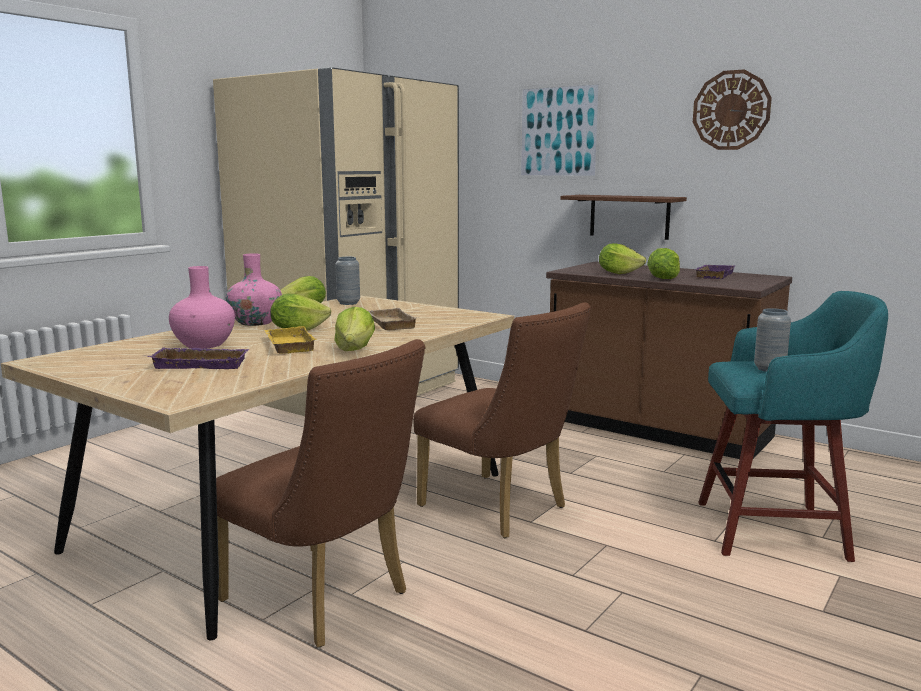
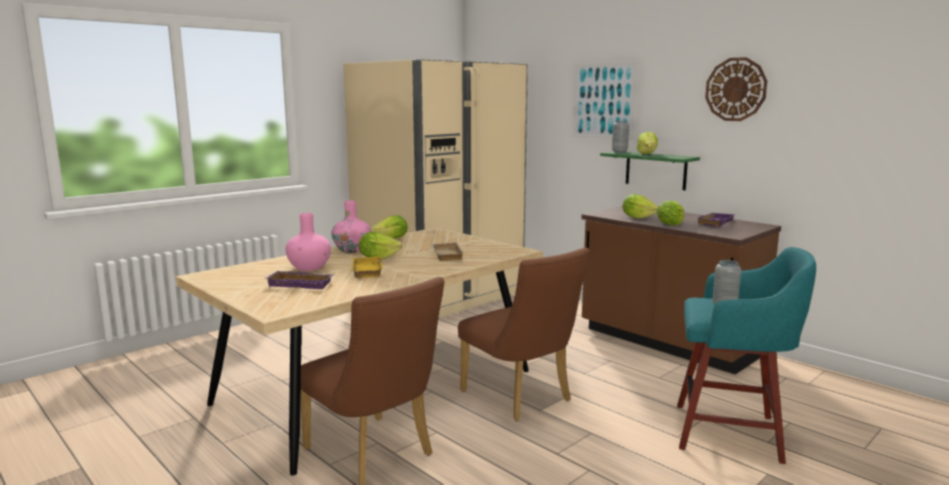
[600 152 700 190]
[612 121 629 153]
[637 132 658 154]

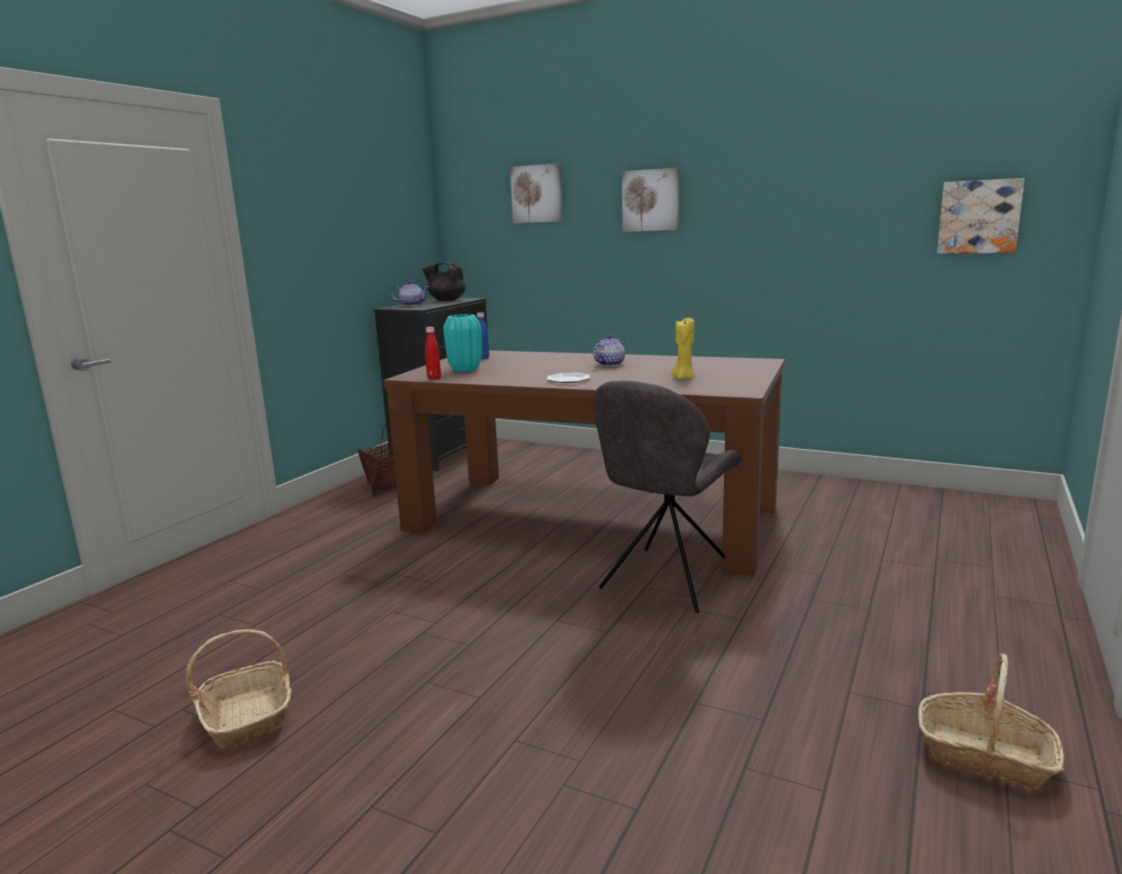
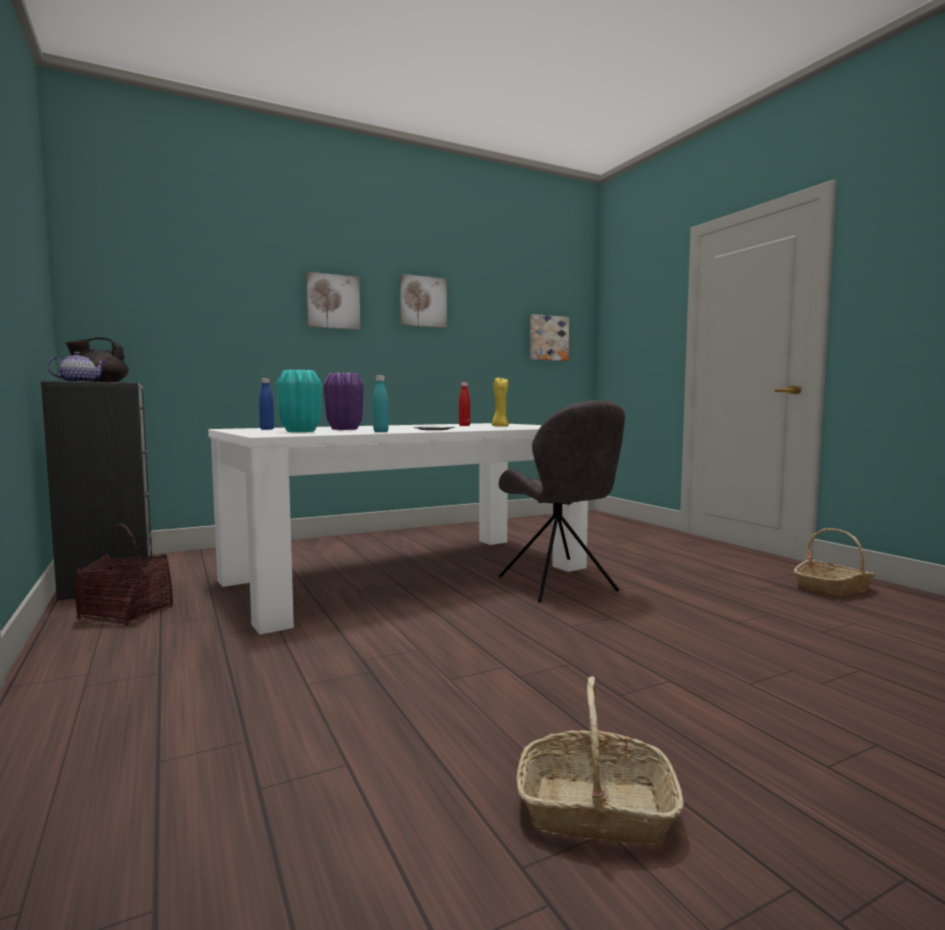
[400 274 447 328]
[459 382 470 426]
[593 335 625 366] (first image)
[208 423 588 635]
[324 373 364 430]
[373 375 389 432]

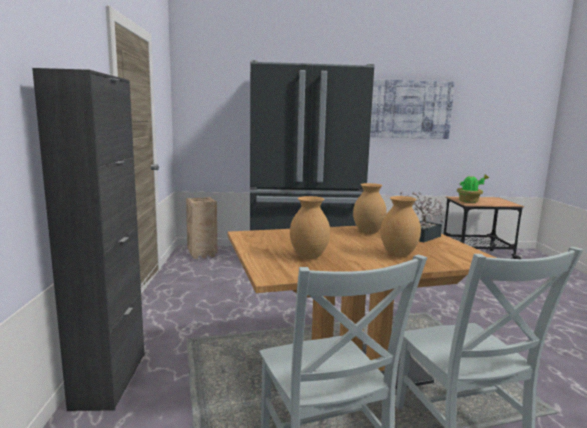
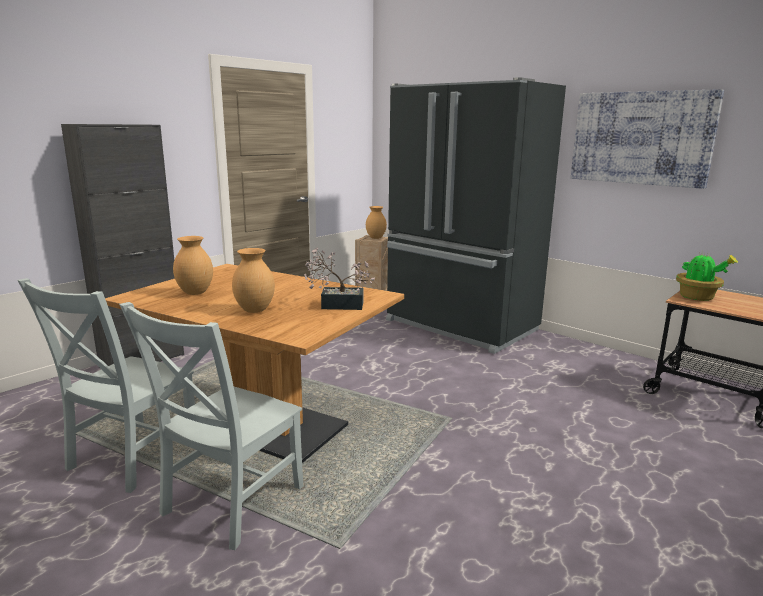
[366 206 387 239]

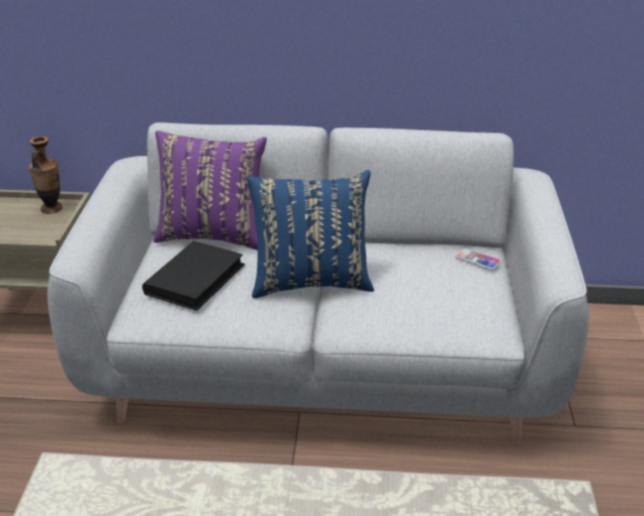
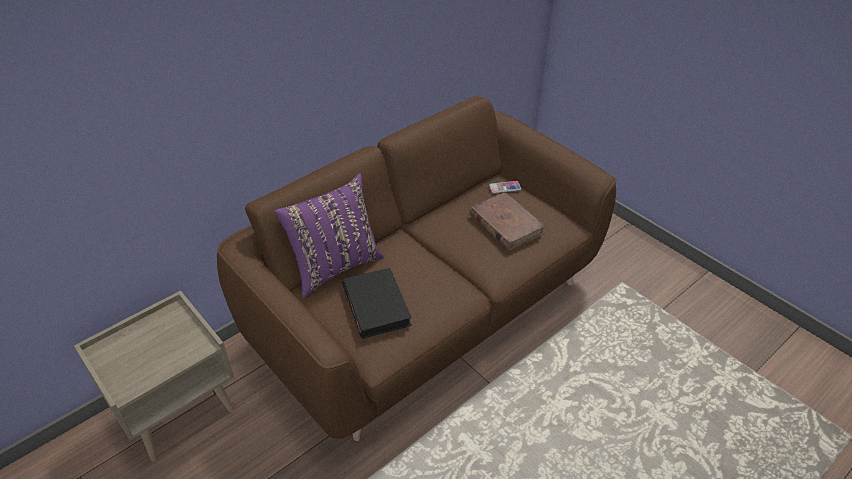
[217 96 616 441]
[29 136 63 214] (first image)
[247 170 374 298] (first image)
[470 192 546 251]

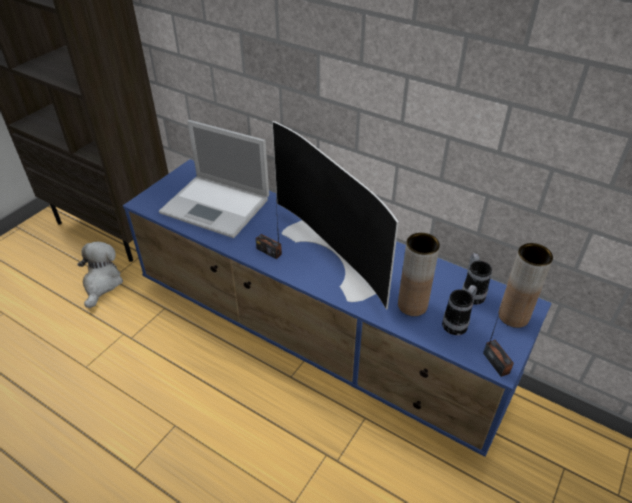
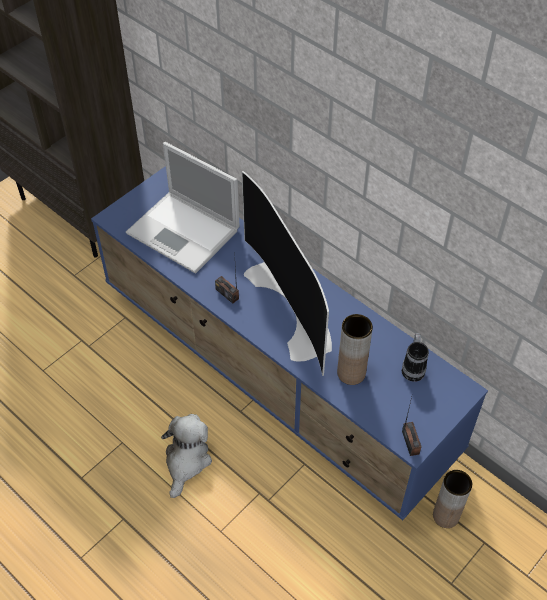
[161 414 212 498]
[433 470 472 528]
[442 285 477 335] (first image)

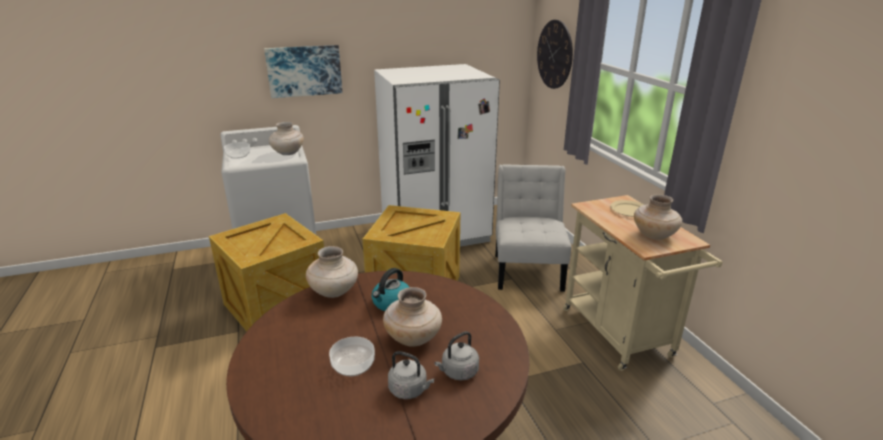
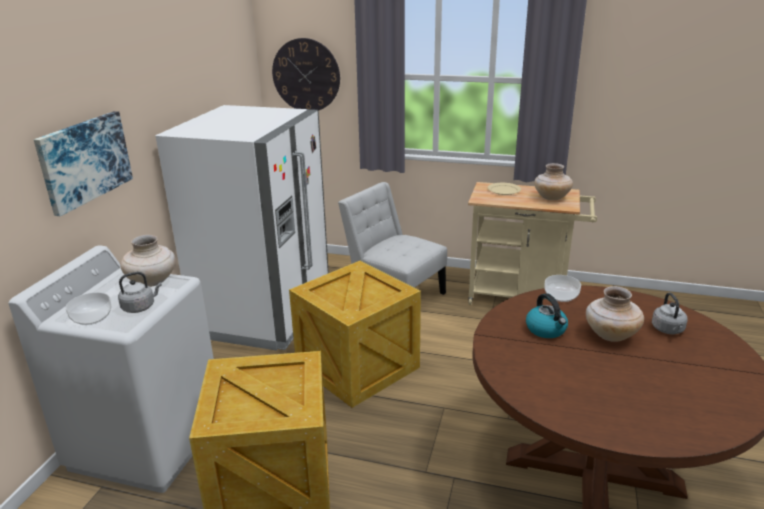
[306 246 358 298] (first image)
[544 275 581 302]
[118 272 162 313]

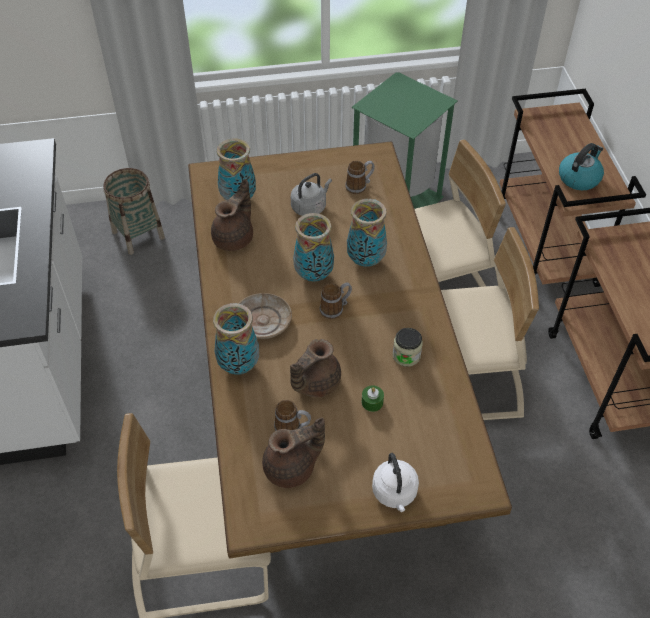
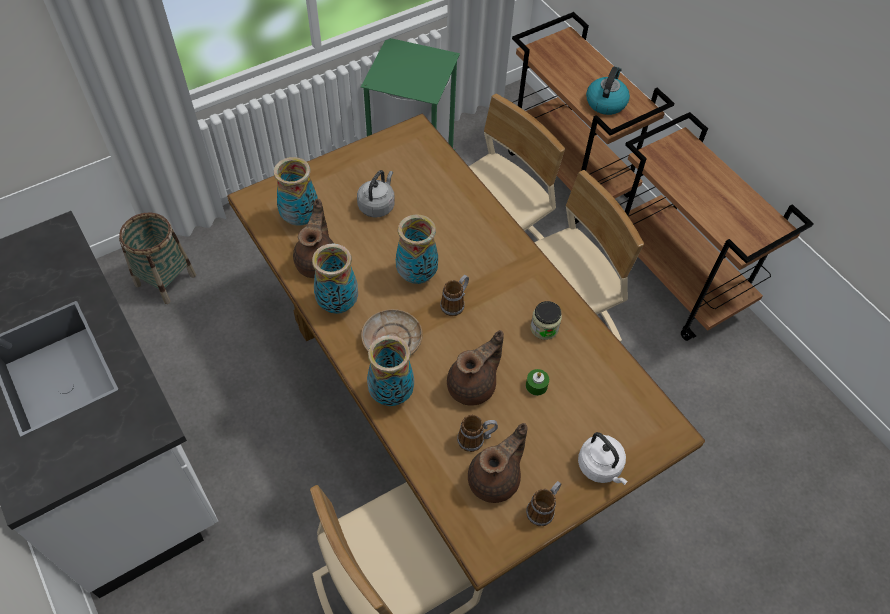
[526 481 561 526]
[312 243 358 314]
[447 330 504 406]

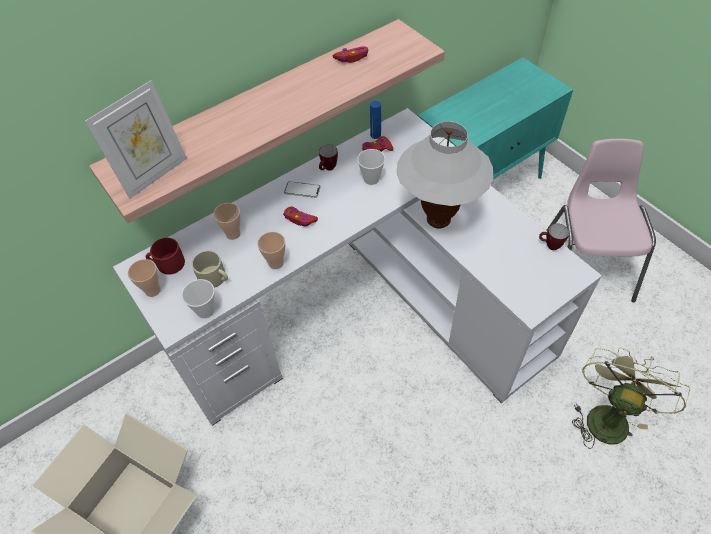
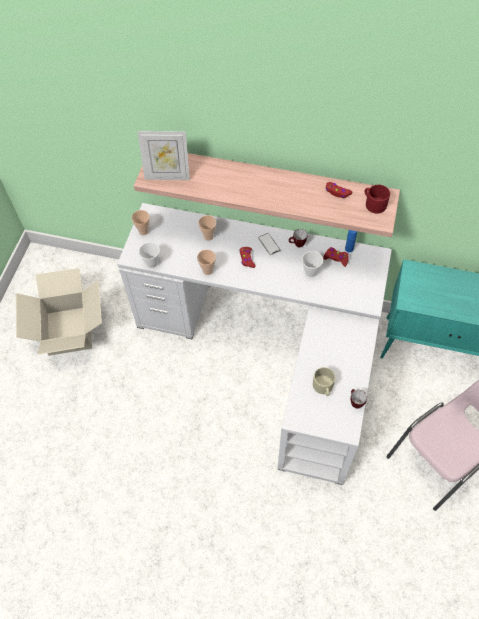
[396 121 493 228] (first image)
[365 185 390 214]
[313 367 335 396]
[572 347 690 449] (first image)

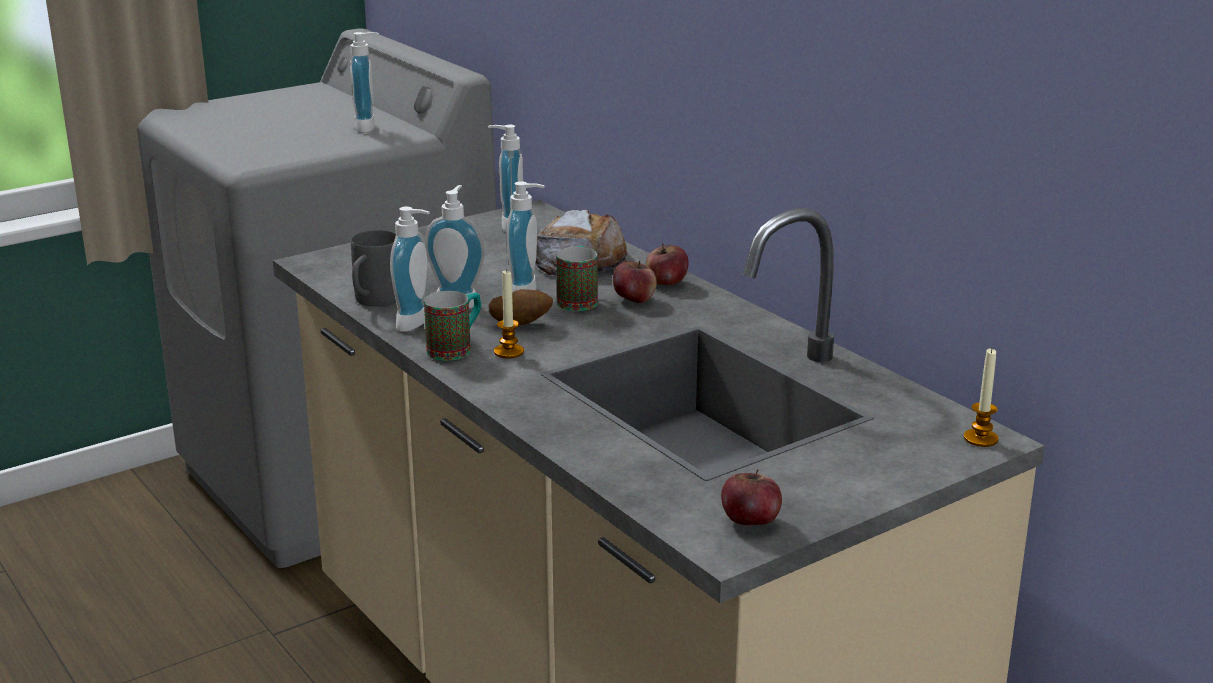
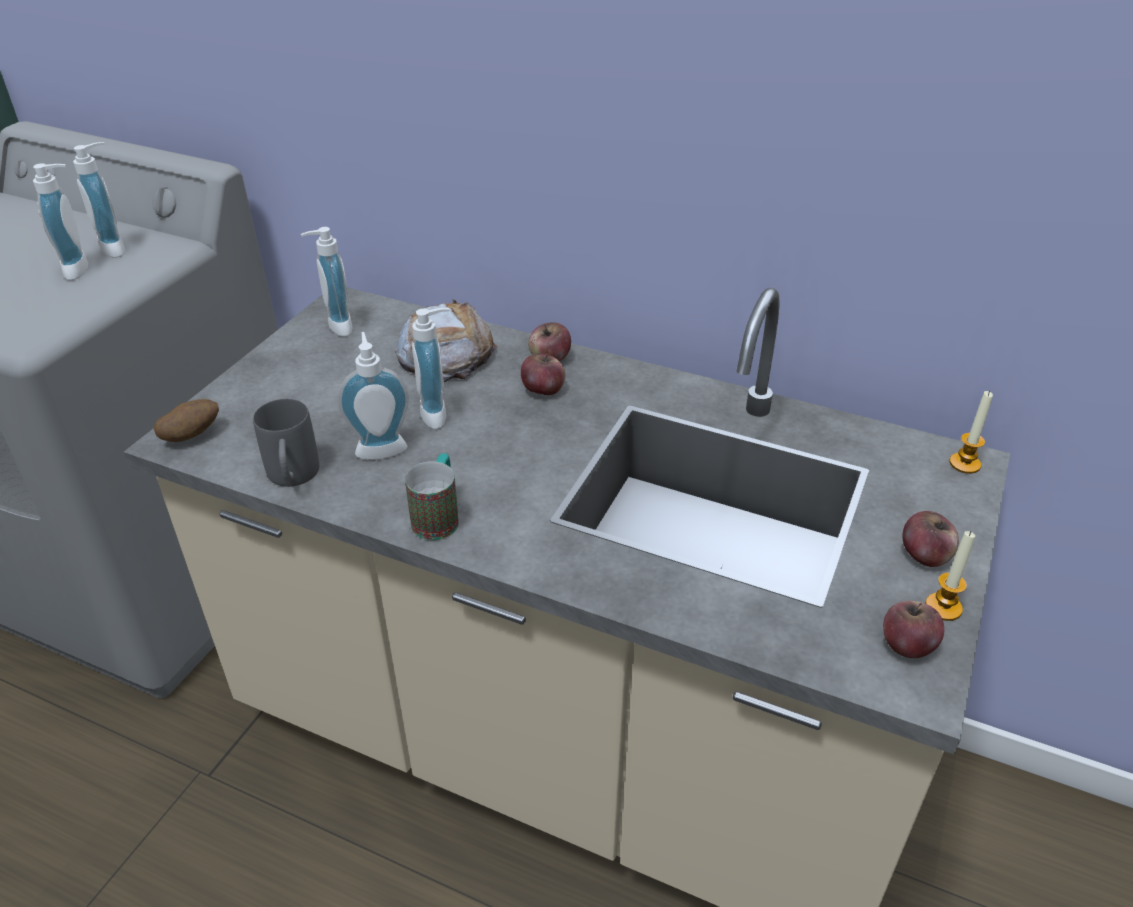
[33 163 88 280]
[556 246 598 311] (first image)
[925 531 975 621]
[153 399 219 442]
[902 511 959 567]

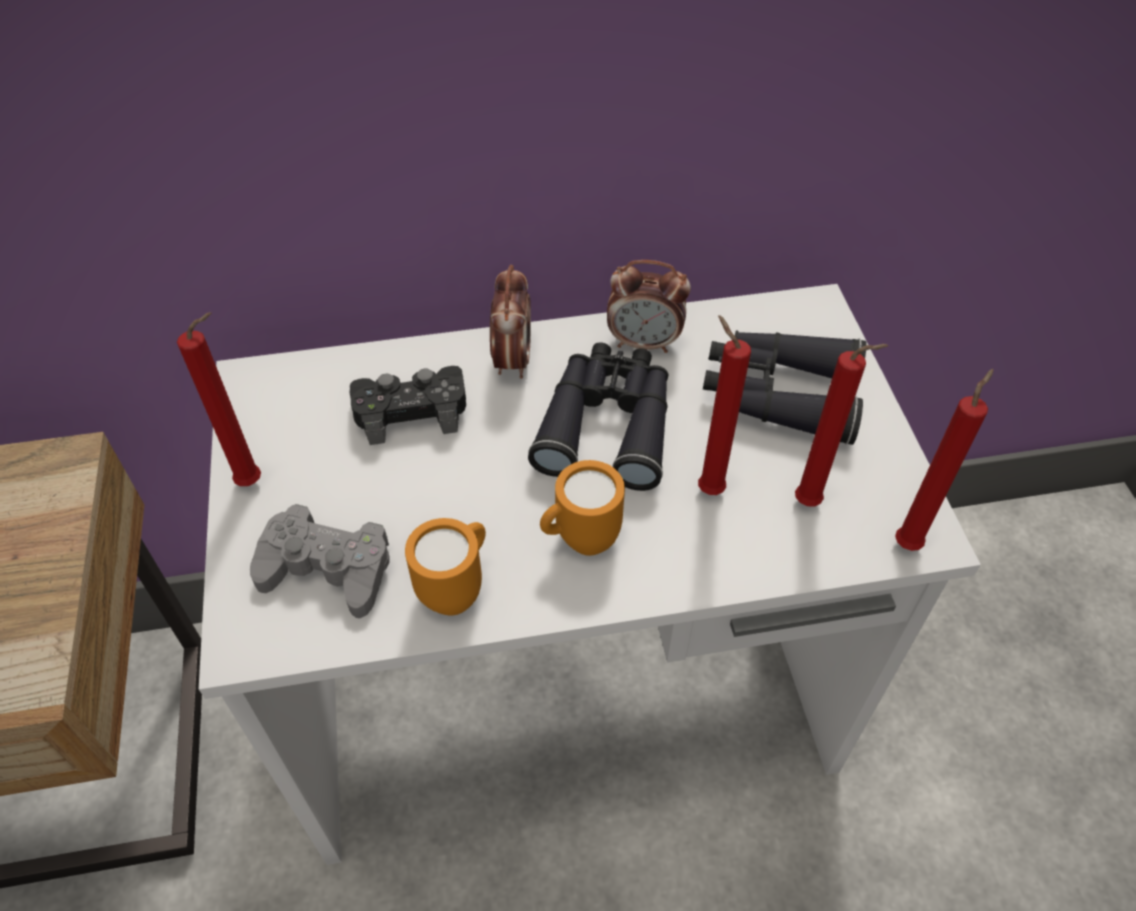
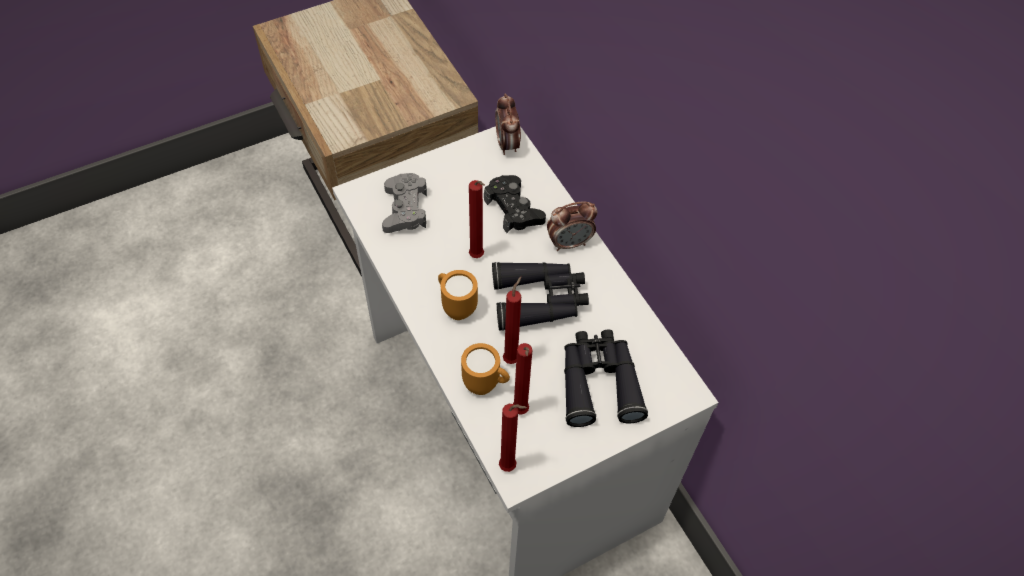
[495 93 521 155]
[469 180 485 258]
[461 343 510 395]

